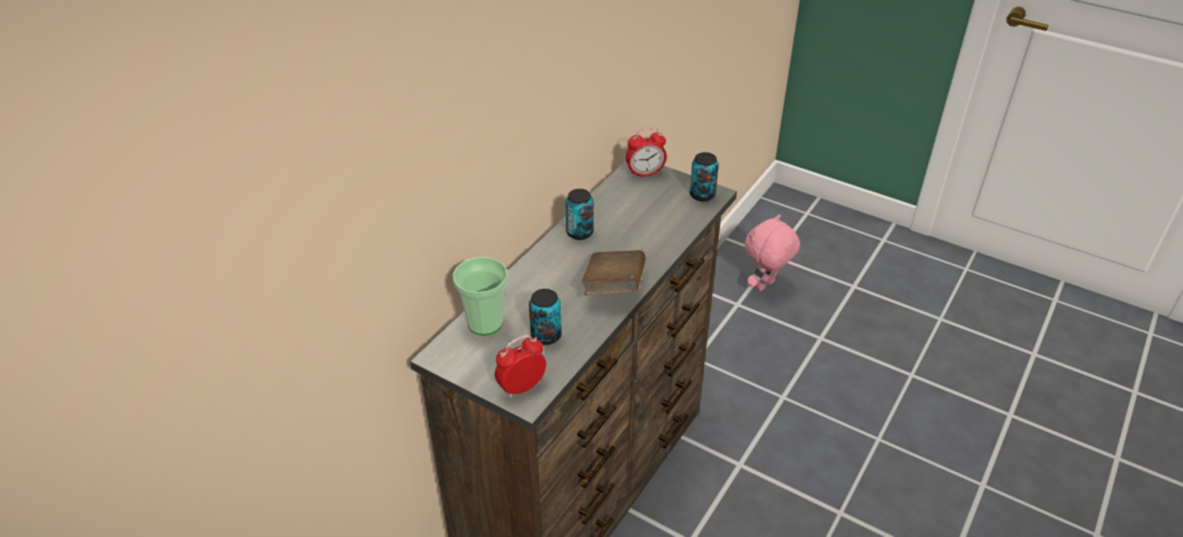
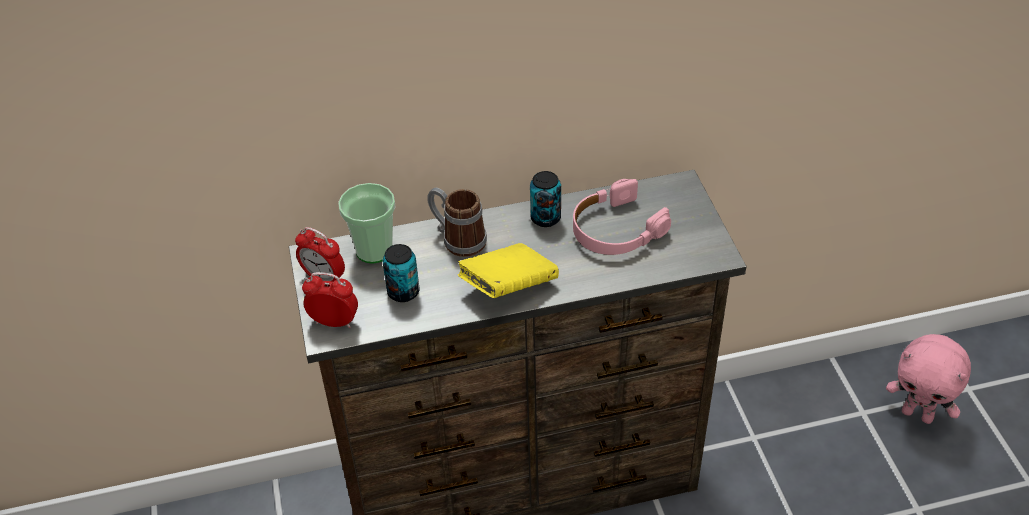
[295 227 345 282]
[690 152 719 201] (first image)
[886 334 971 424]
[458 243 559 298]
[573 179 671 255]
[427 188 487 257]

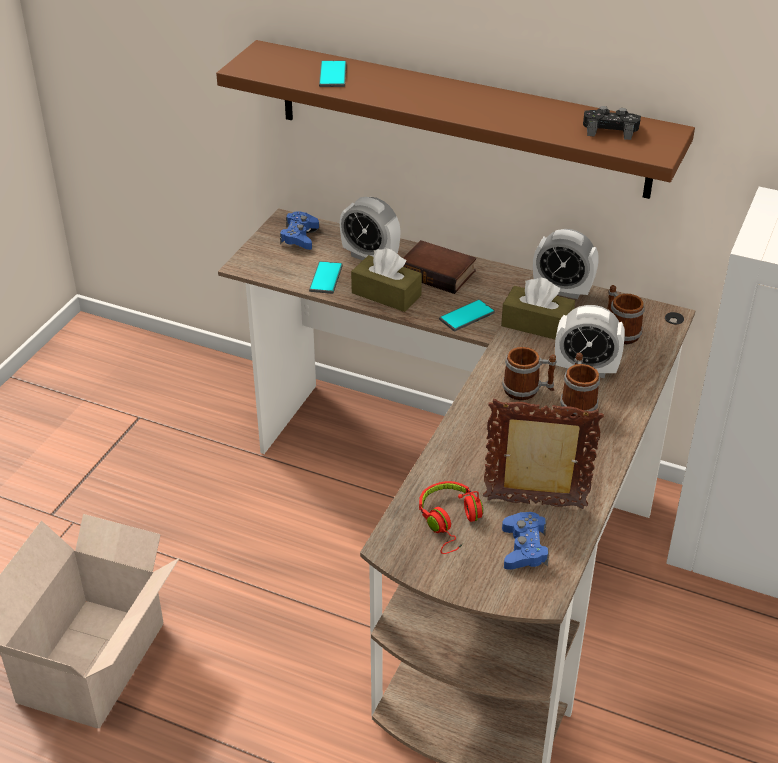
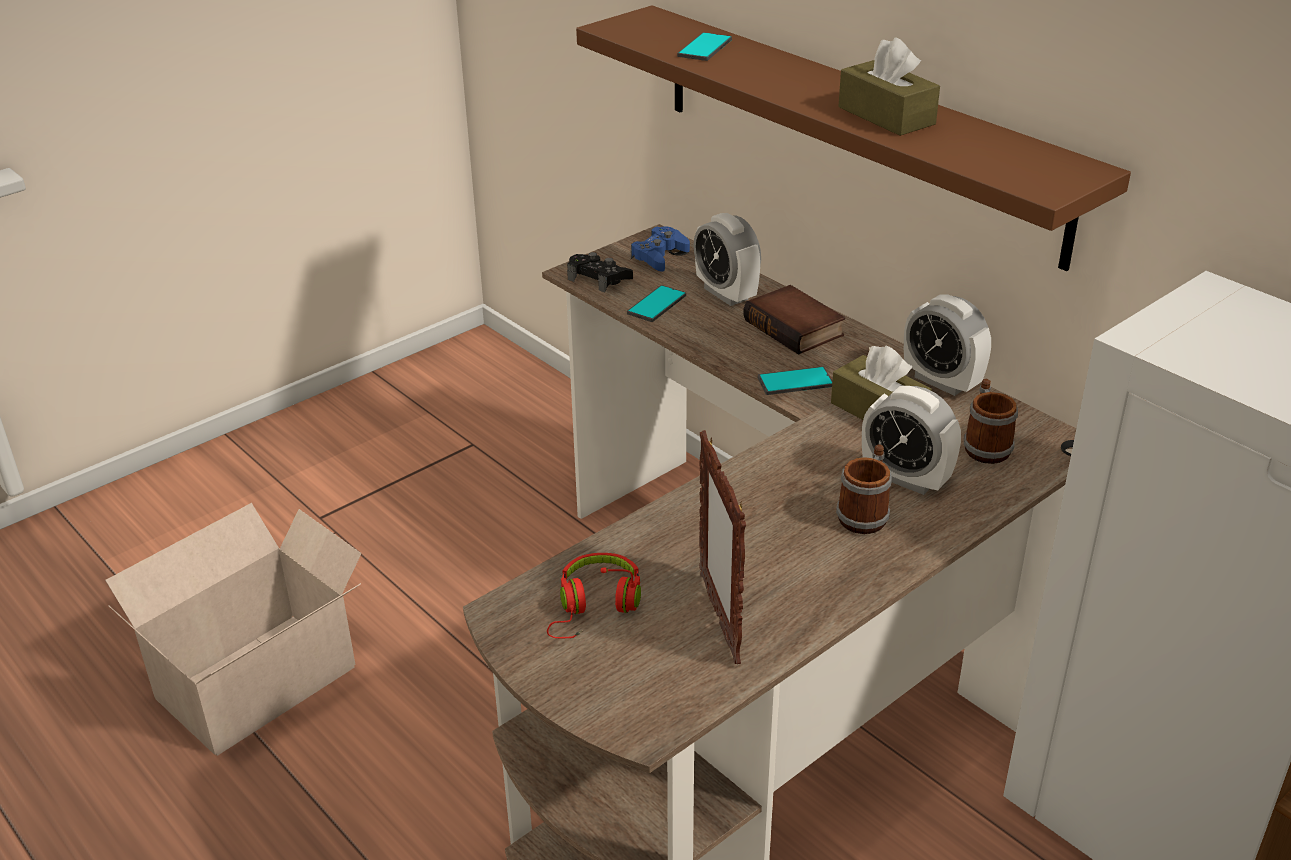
[567 252 633 292]
[838 37 940 136]
[502 347 557 400] (first image)
[699 430 746 664]
[502 512 549 570] (first image)

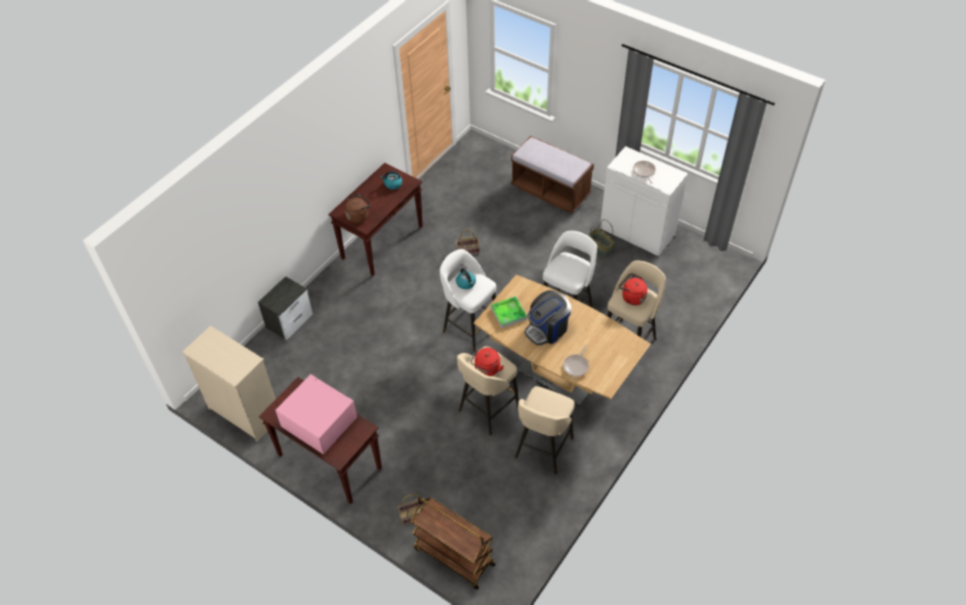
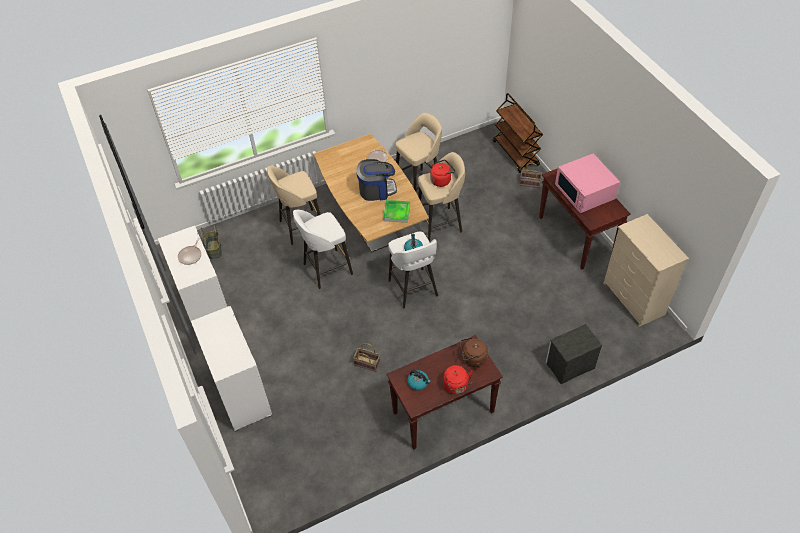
[191 306 272 432]
[200 225 222 259]
[443 365 473 394]

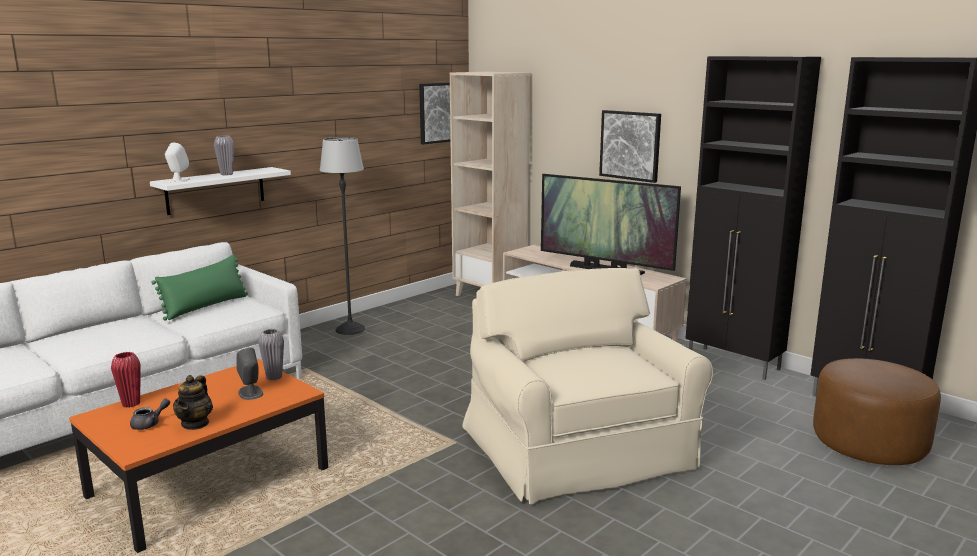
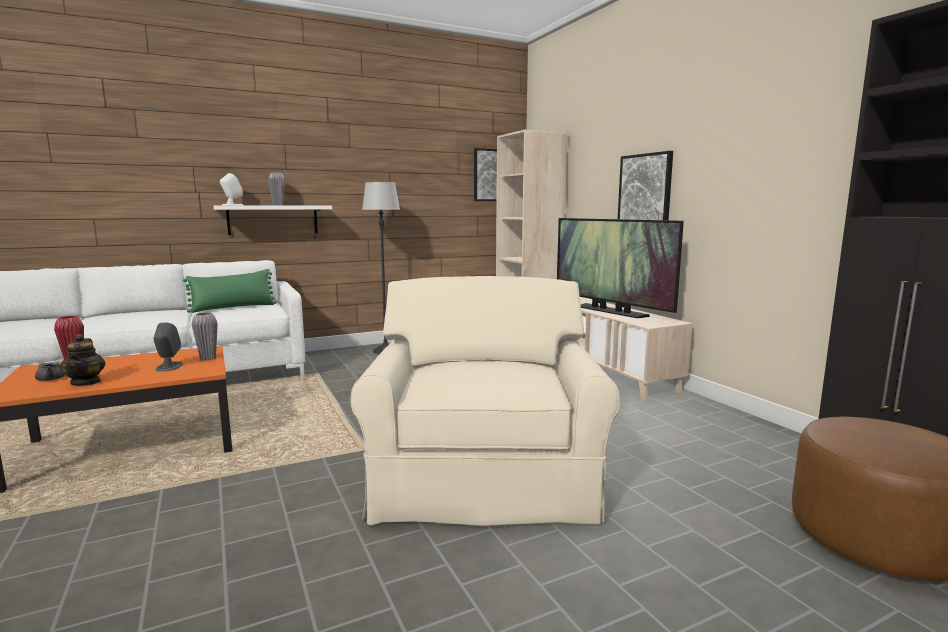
[685 56 821 380] (first image)
[60 334 105 386]

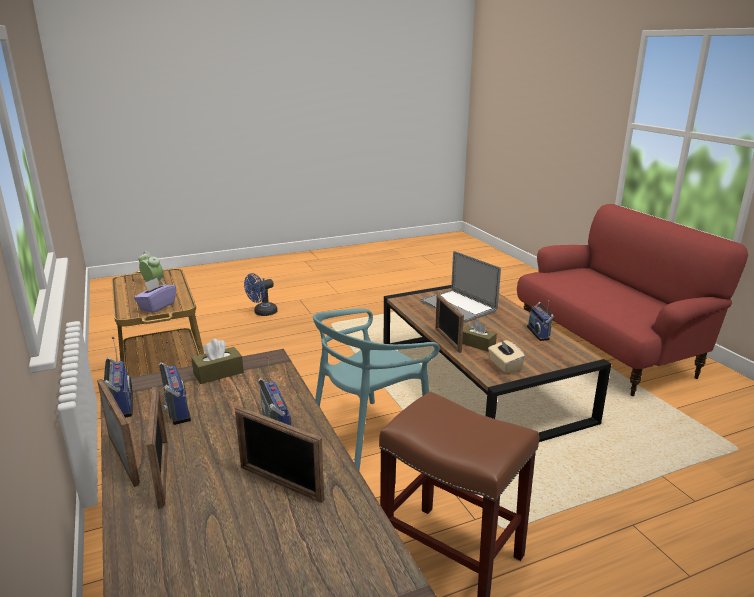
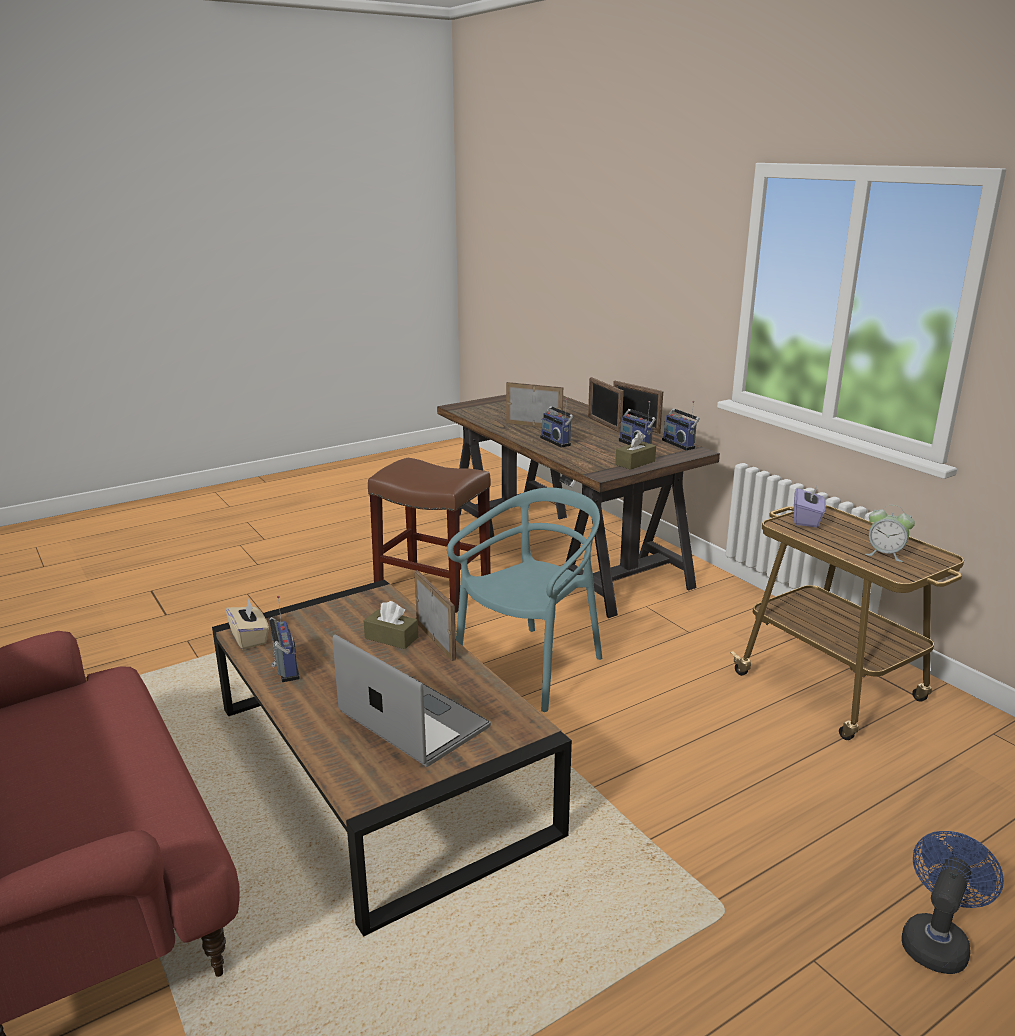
[226 599 269 649]

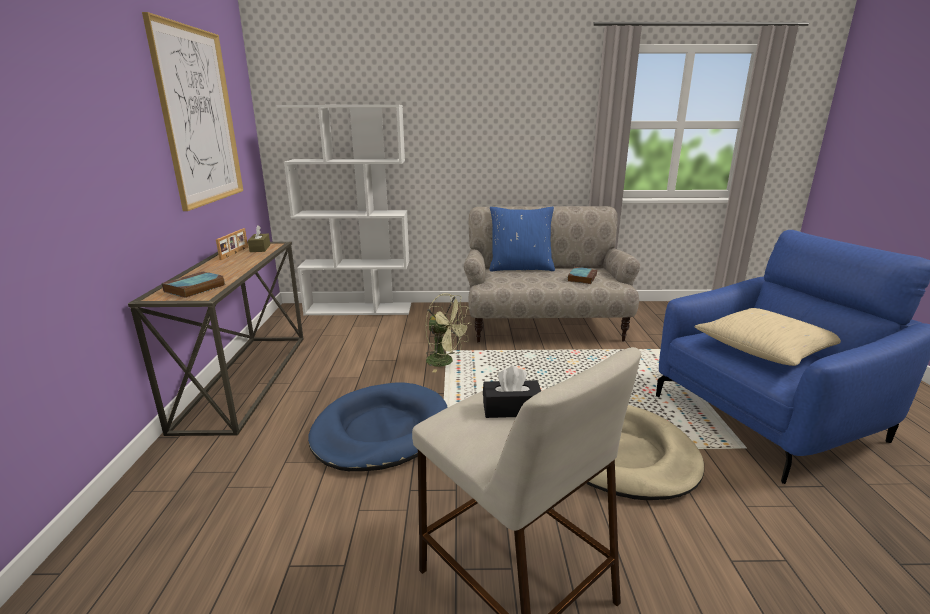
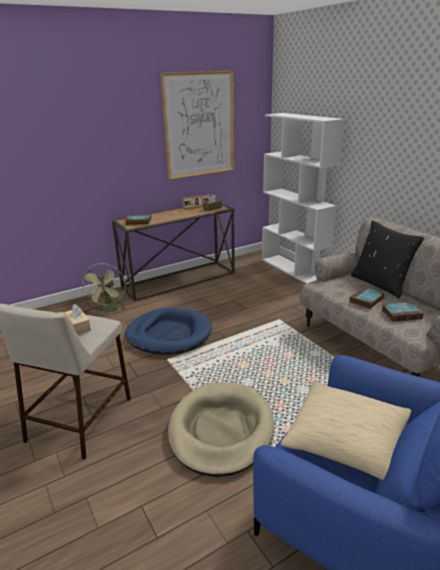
[351 221 425 299]
[81 263 126 312]
[64 304 91 335]
[349 287 384 309]

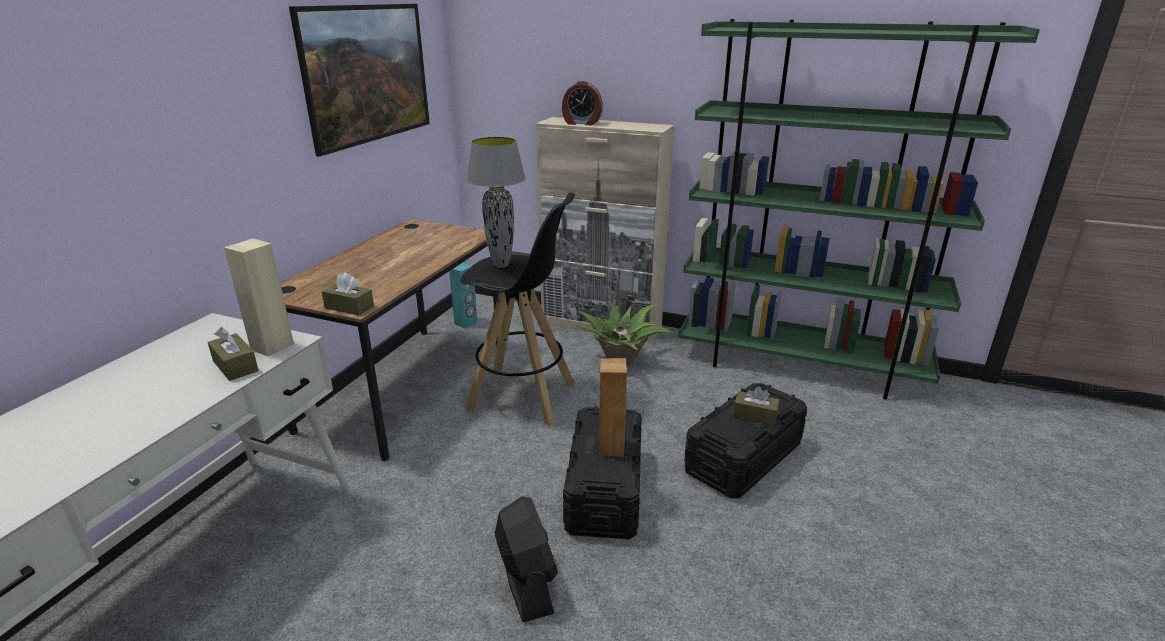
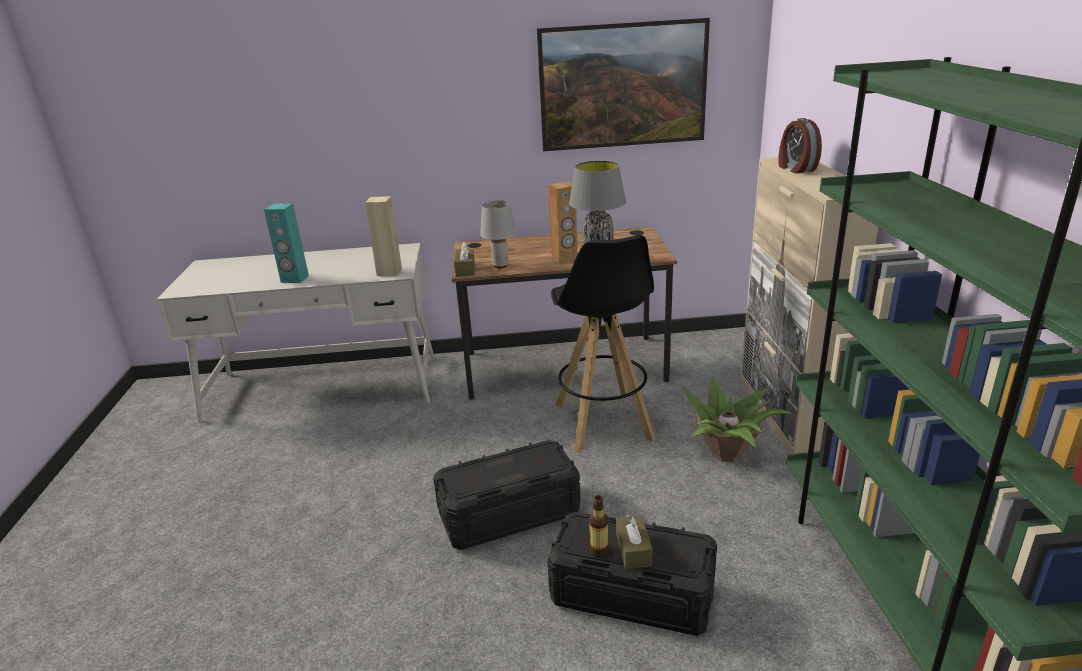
[264 203 309 283]
[208 327 259 381] (first image)
[548 182 578 261]
[495 496 558 622] (first image)
[481 200 516 268]
[589 495 609 558]

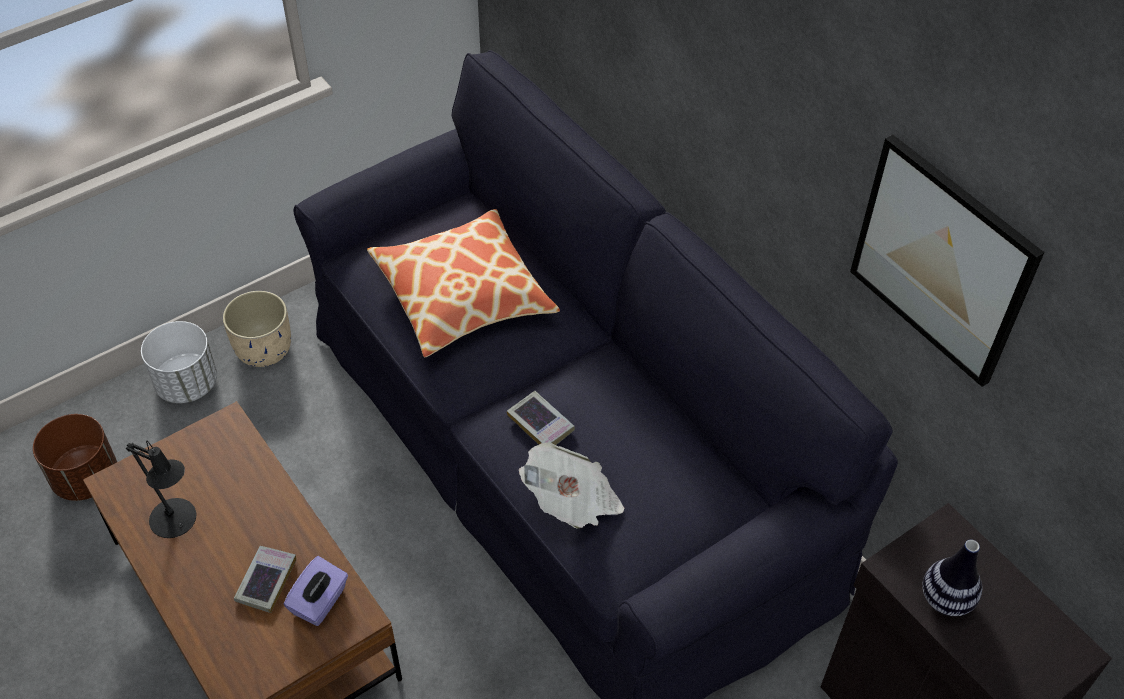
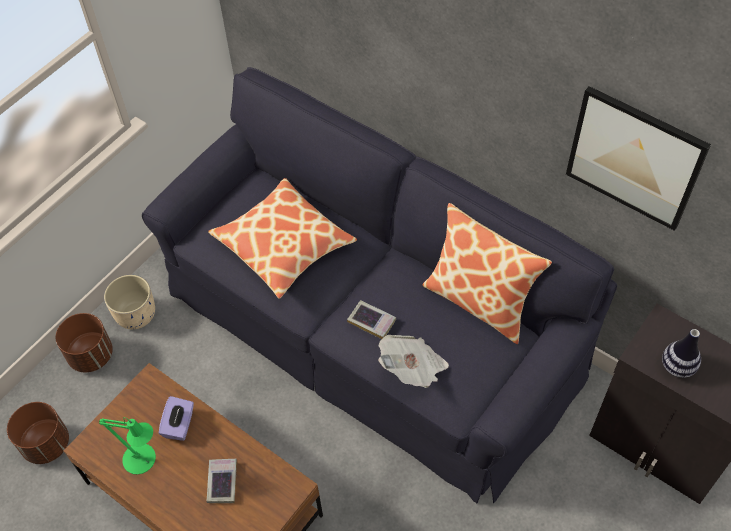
[56 313 113 372]
[99 417 156 474]
[159 396 194 441]
[423 203 552 344]

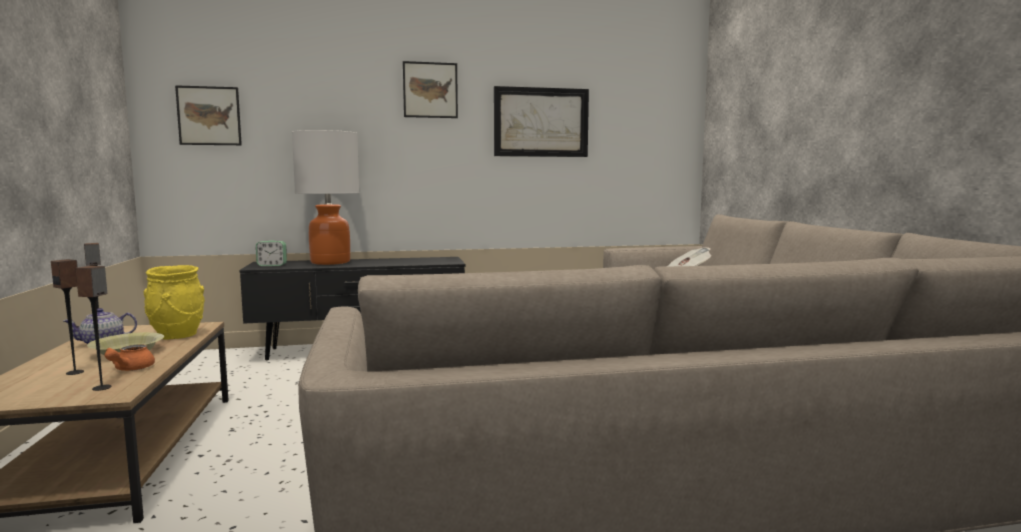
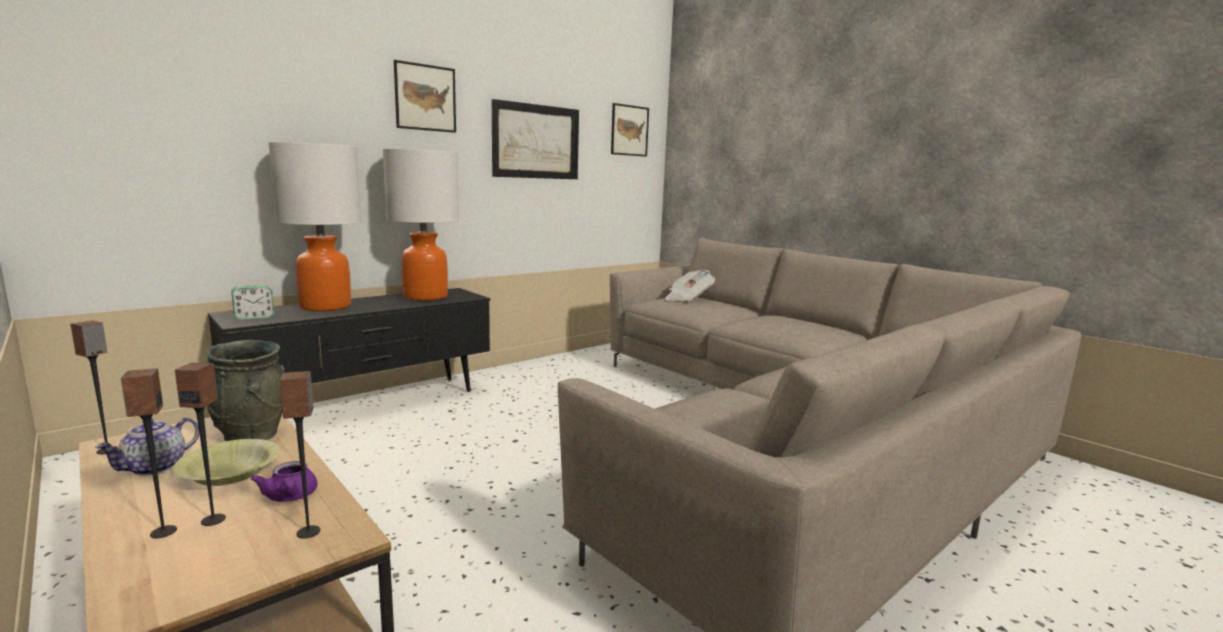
[611 103 649 157]
[206 340 285 441]
[251 461 317 502]
[383 149 459 301]
[121 368 177 538]

